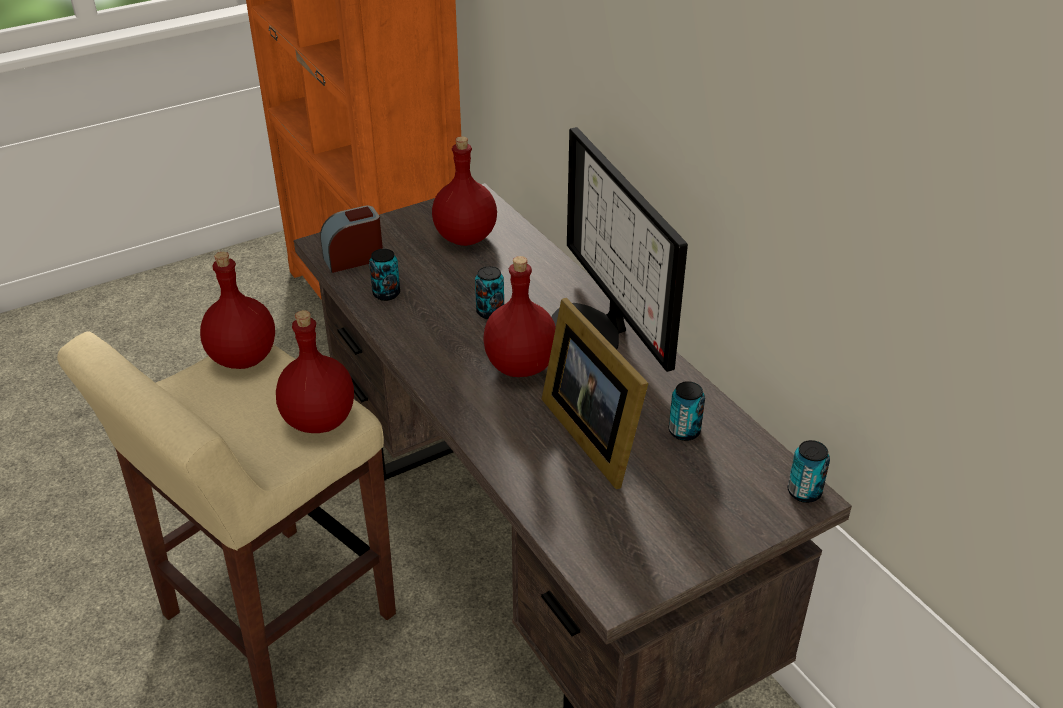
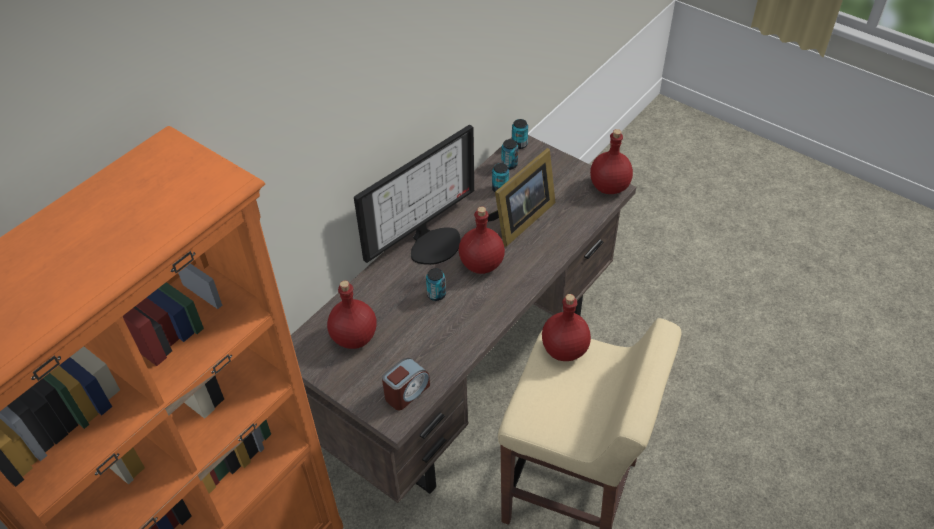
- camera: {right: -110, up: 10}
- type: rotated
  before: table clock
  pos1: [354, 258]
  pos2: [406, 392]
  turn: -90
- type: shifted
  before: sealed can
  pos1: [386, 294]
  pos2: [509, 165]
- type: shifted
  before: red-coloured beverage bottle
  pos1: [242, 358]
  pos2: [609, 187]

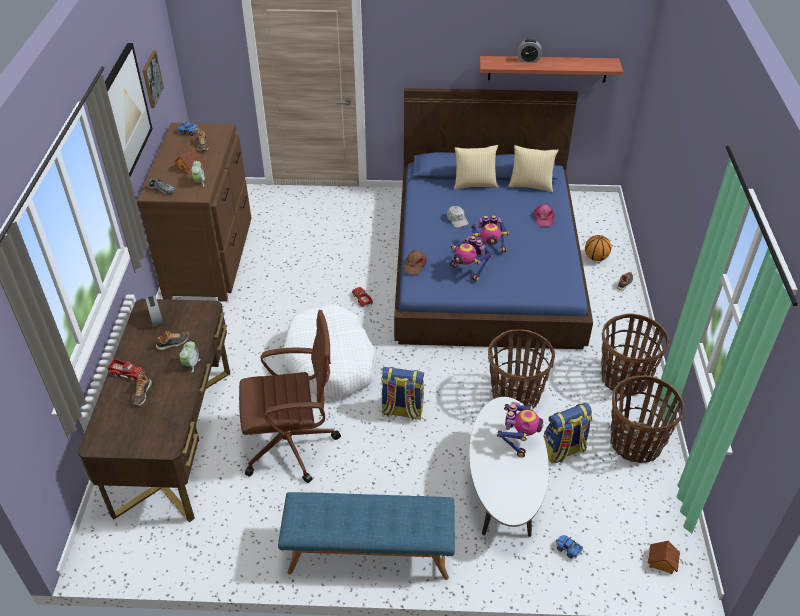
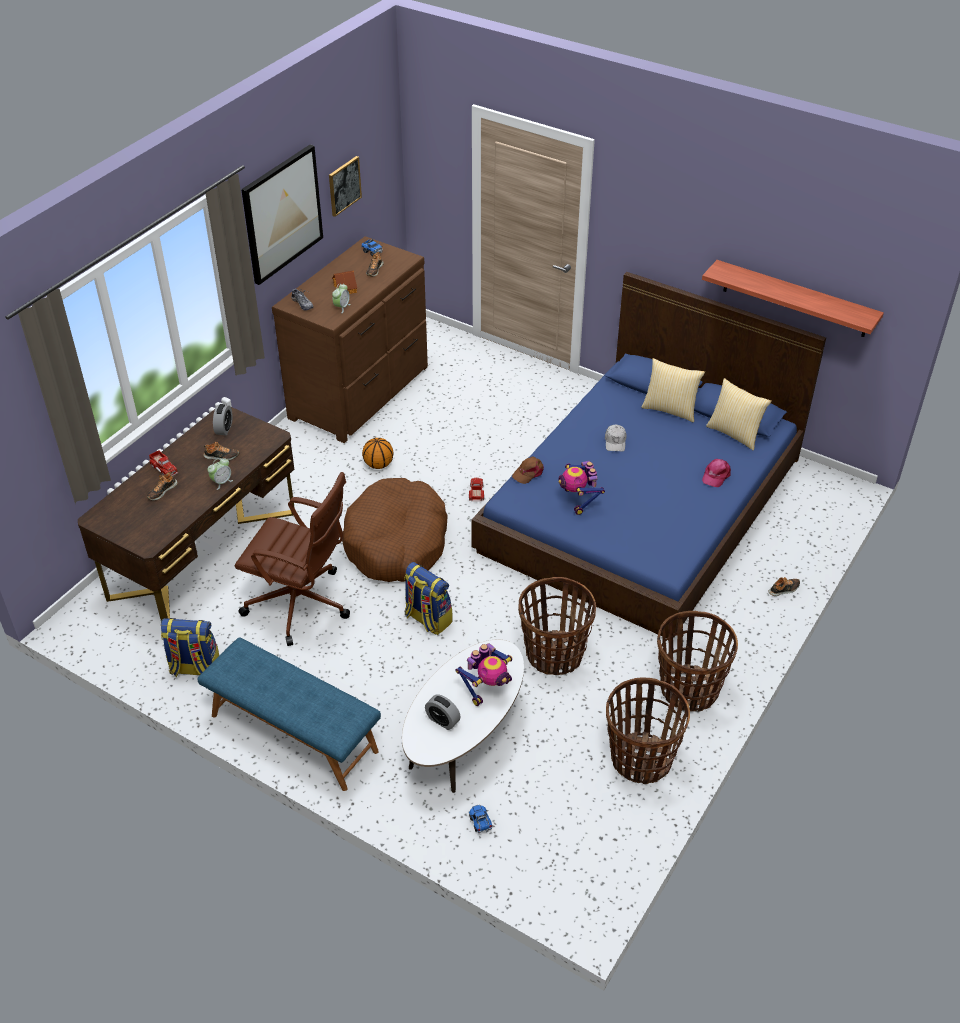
- camera: {right: 30, up: 0}
- type: shifted
  before: rucksack
  pos1: [563, 450]
  pos2: [194, 668]
- type: repainted
  before: white-coloured pet bed
  after: brownish pet bed
  pos1: [331, 362]
  pos2: [396, 543]
- type: shifted
  before: basketball
  pos1: [595, 257]
  pos2: [378, 464]
- type: shifted
  before: table clock
  pos1: [528, 60]
  pos2: [442, 720]
- type: gone
  before: toy robot
  pos1: [488, 249]
- type: gone
  before: miniature house
  pos1: [661, 562]

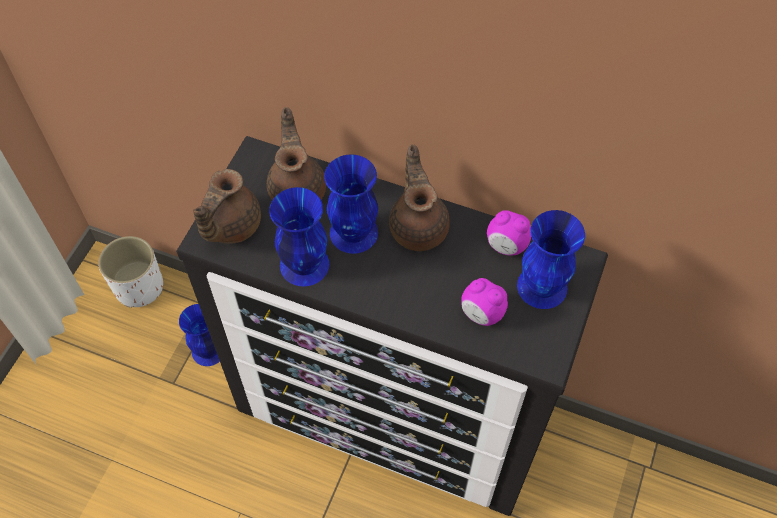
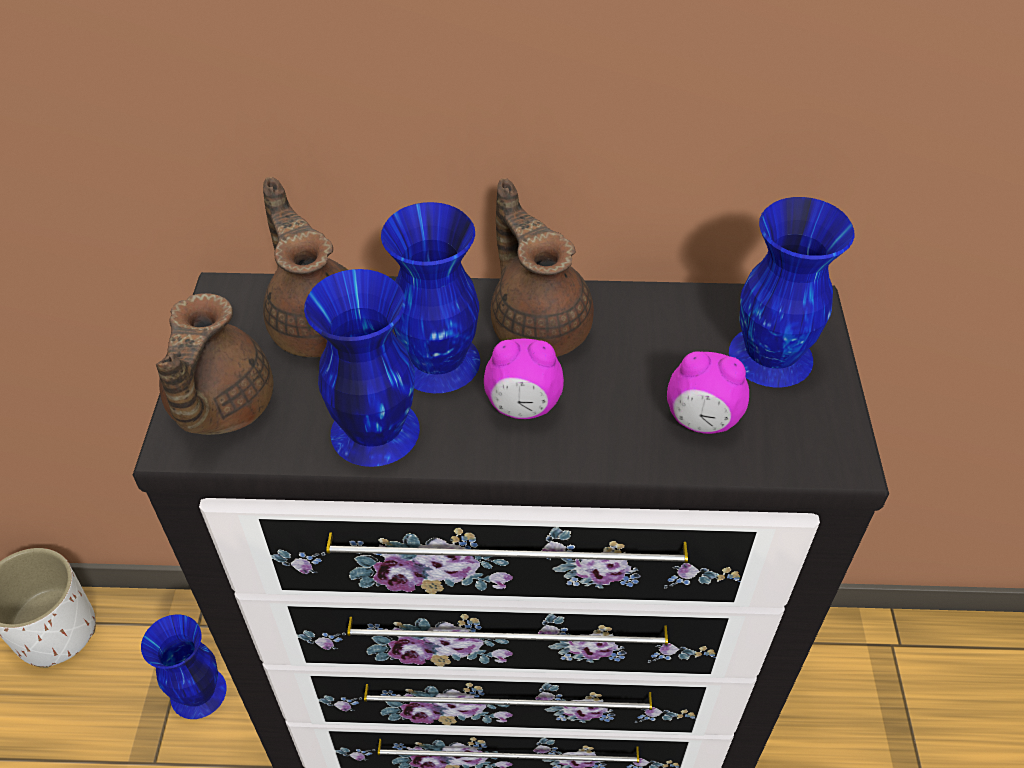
- camera: {right: -20, up: -10}
- type: shifted
  before: table clock
  pos1: [506, 246]
  pos2: [523, 407]

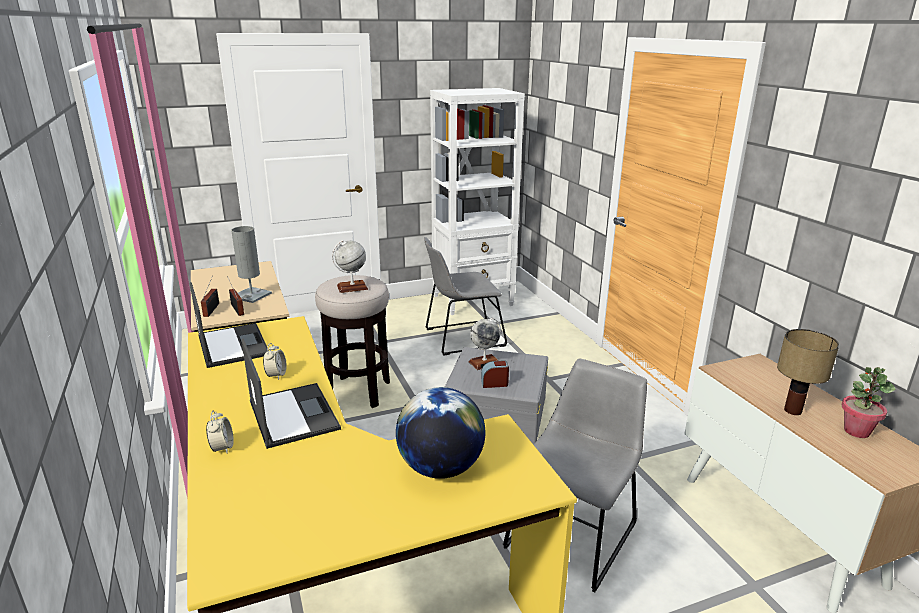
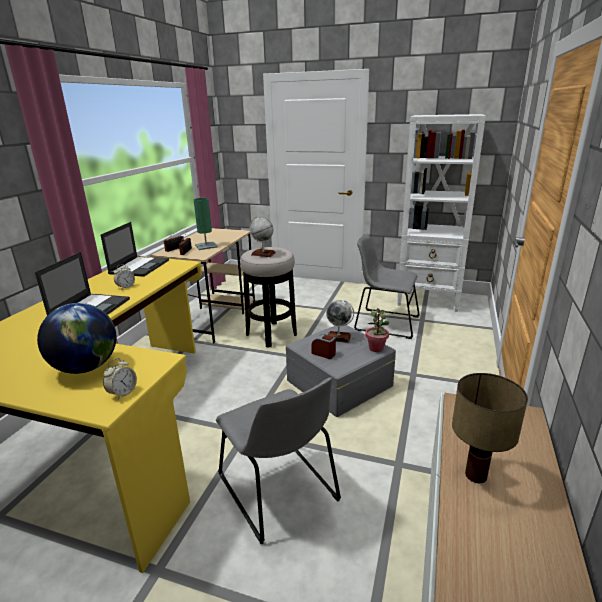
- camera: {right: 40, up: 0}
- type: shifted
  before: table clock
  pos1: [222, 448]
  pos2: [122, 393]
- type: repainted
  before: gray lamp for a table
  after: green-coloured lamp for a table
  pos1: [251, 295]
  pos2: [206, 246]
- type: rotated
  before: gray chair
  pos1: [574, 531]
  pos2: [280, 491]
  turn: 75
- type: shifted
  before: plant in a pot
  pos1: [856, 431]
  pos2: [376, 348]

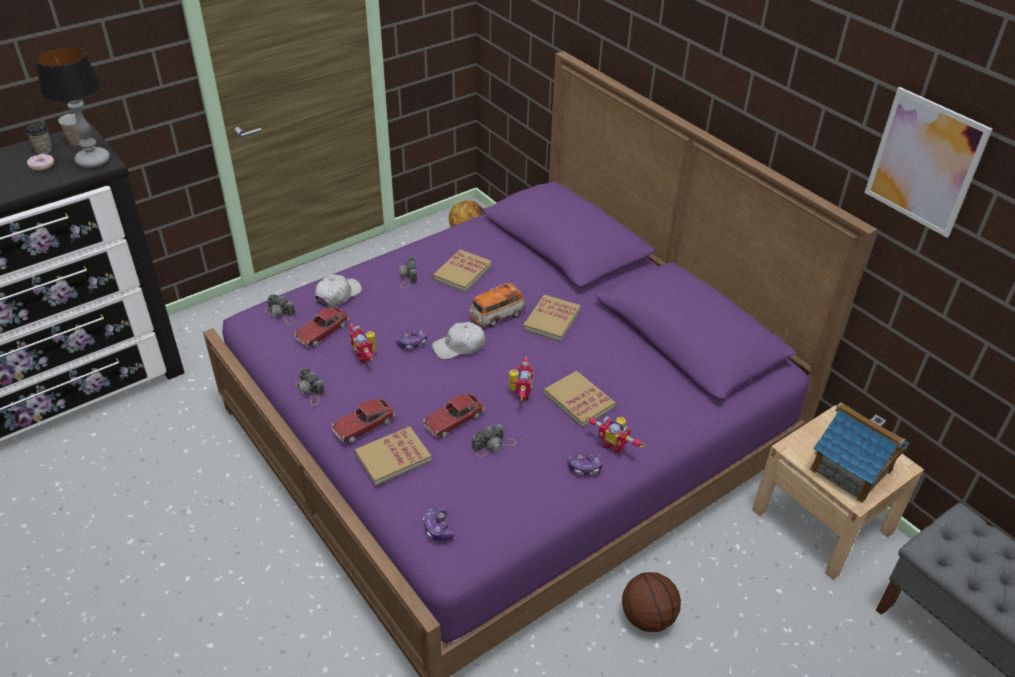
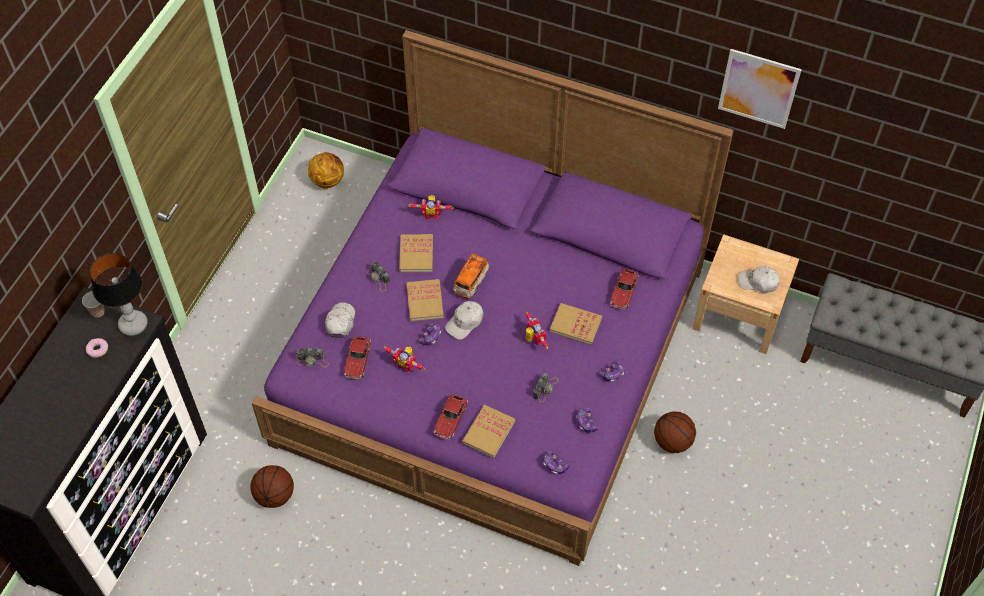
- camera: {right: -30, up: 15}
- type: new
  after: basketball
  pos2: [274, 495]
- type: shifted
  before: book
  pos1: [551, 320]
  pos2: [425, 301]
- type: shifted
  before: toy robot
  pos1: [614, 445]
  pos2: [431, 214]
- type: new
  after: gamepad
  pos2: [586, 423]
- type: shifted
  before: toy car
  pos1: [453, 420]
  pos2: [623, 292]
- type: swapped
  before: miniature house
  after: white-coloured cap
  pos1: [851, 470]
  pos2: [758, 282]
- type: gone
  before: drinking cup
  pos1: [43, 150]
- type: gone
  before: still camera
  pos1: [310, 391]

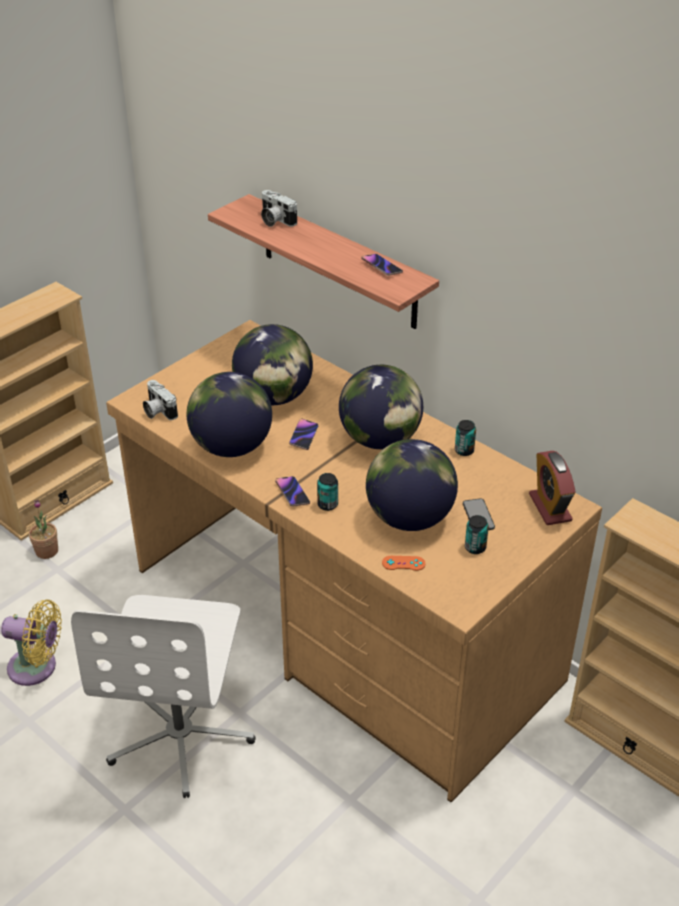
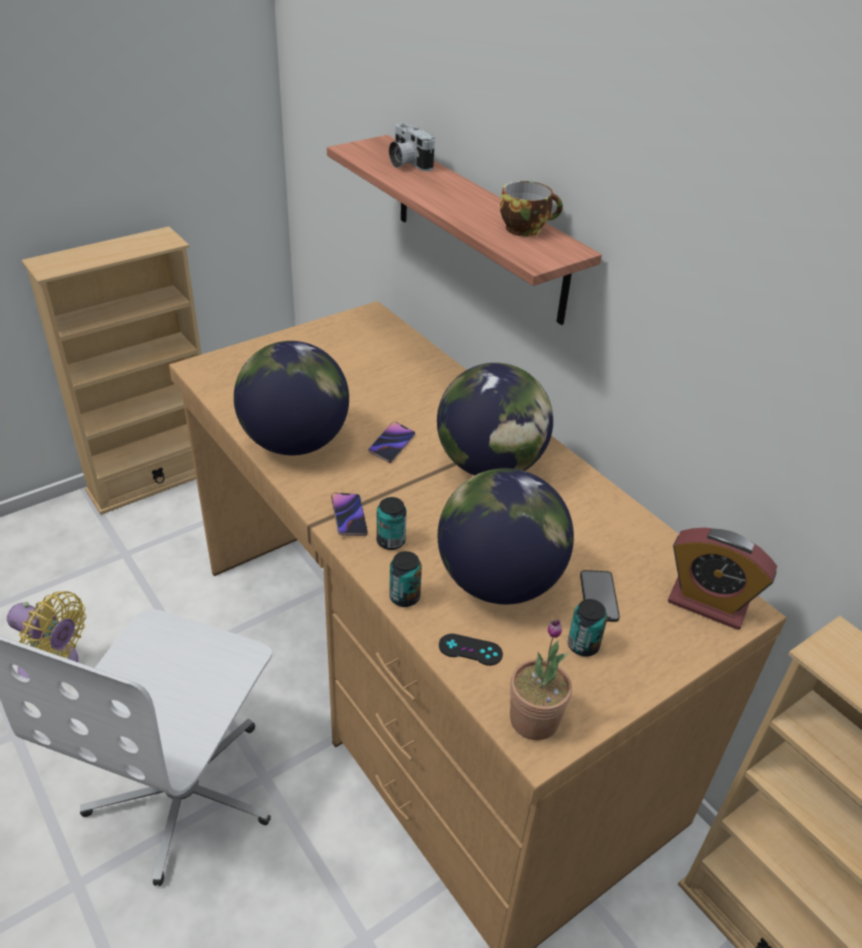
- camera: {right: 10, up: 0}
- type: shifted
  before: sealed can
  pos1: [464, 450]
  pos2: [404, 597]
- type: repainted
  before: orange-coloured gamepad
  after: black-coloured gamepad
  pos1: [403, 563]
  pos2: [470, 650]
- type: swapped
  before: handset
  after: drinking cup
  pos1: [381, 267]
  pos2: [525, 228]
- type: shifted
  before: plant in a pot
  pos1: [47, 551]
  pos2: [534, 719]
- type: rotated
  before: table clock
  pos1: [550, 507]
  pos2: [707, 603]
  turn: -60
- type: gone
  before: still camera
  pos1: [158, 411]
- type: gone
  before: desk globe
  pos1: [274, 397]

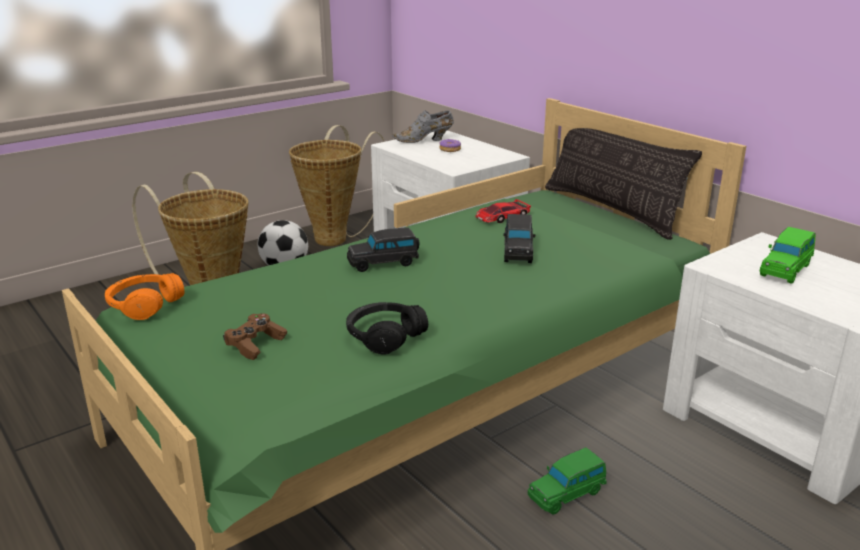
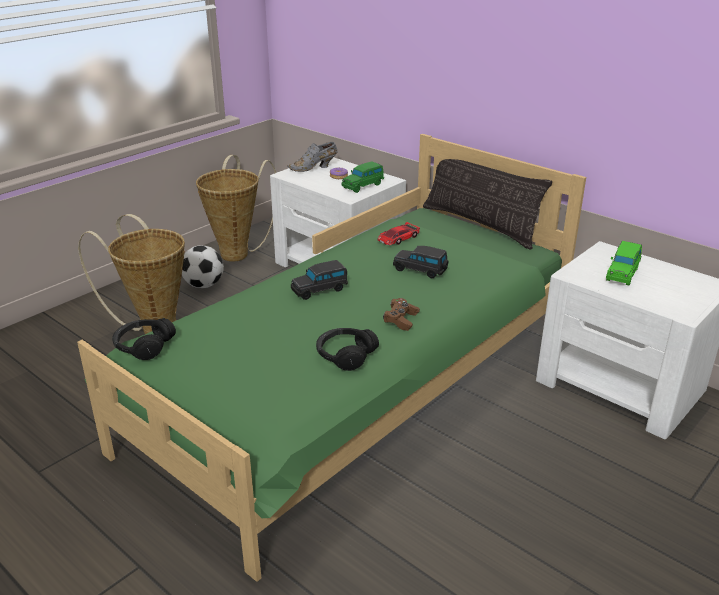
- camera: {right: -10, up: 5}
- type: repainted
  before: orange-coloured headphones
  after: black-coloured headphones
  pos1: [144, 305]
  pos2: [144, 346]
- type: shifted
  before: green-coloured toy car
  pos1: [567, 494]
  pos2: [363, 186]
- type: shifted
  before: brownish gamepad
  pos1: [255, 345]
  pos2: [401, 320]
- type: rotated
  before: black-coloured toy car
  pos1: [518, 252]
  pos2: [420, 270]
  turn: 120

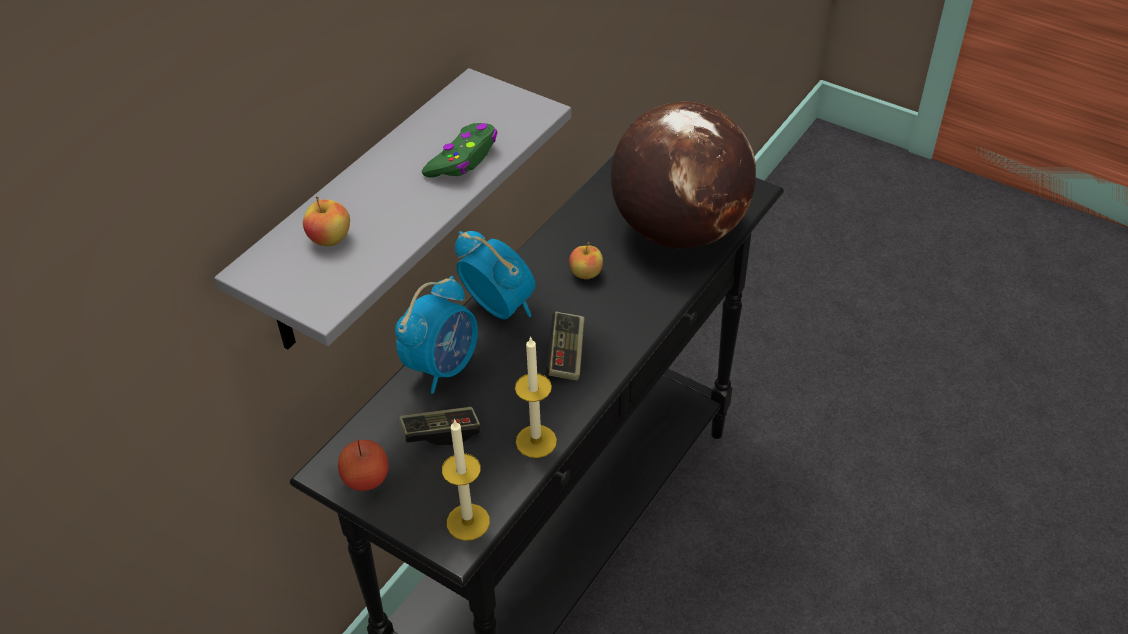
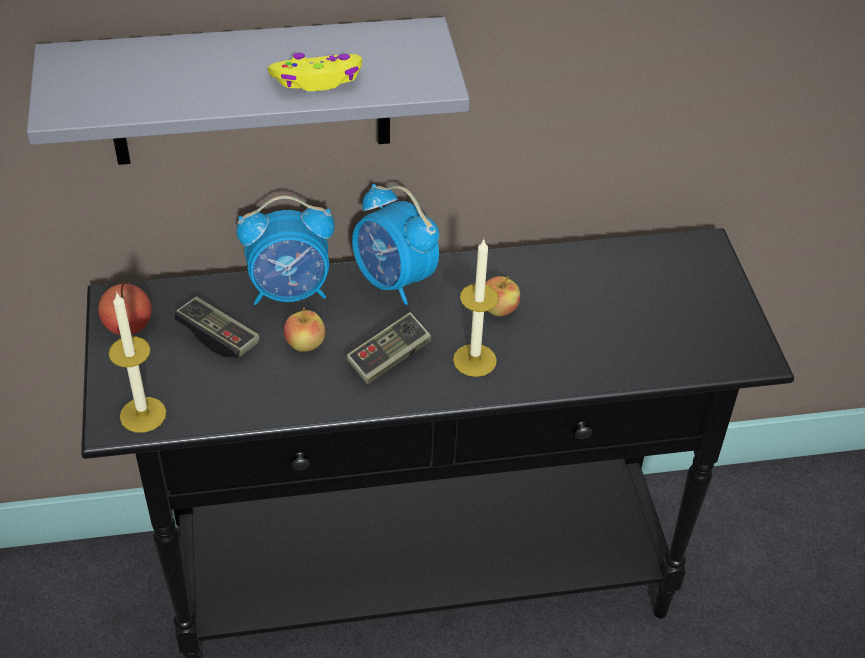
- camera: {right: 45, up: 0}
- type: repainted
  before: green-coloured gamepad
  after: yellowish gamepad
  pos1: [463, 159]
  pos2: [318, 80]
- type: shifted
  before: whole apple
  pos1: [330, 239]
  pos2: [305, 344]
- type: rotated
  before: table clock
  pos1: [499, 307]
  pos2: [394, 281]
  turn: 135
- type: shifted
  before: wax candle
  pos1: [536, 441]
  pos2: [474, 360]
- type: gone
  before: desk globe
  pos1: [678, 230]

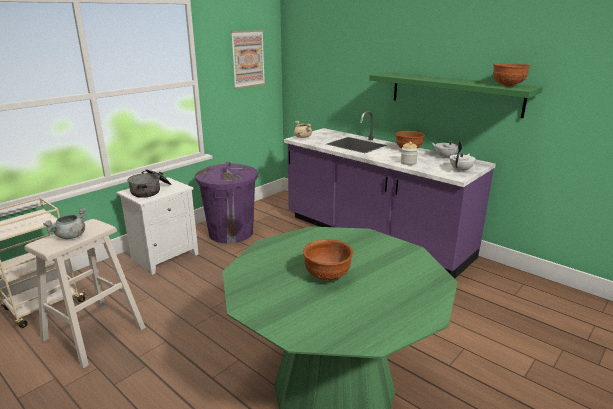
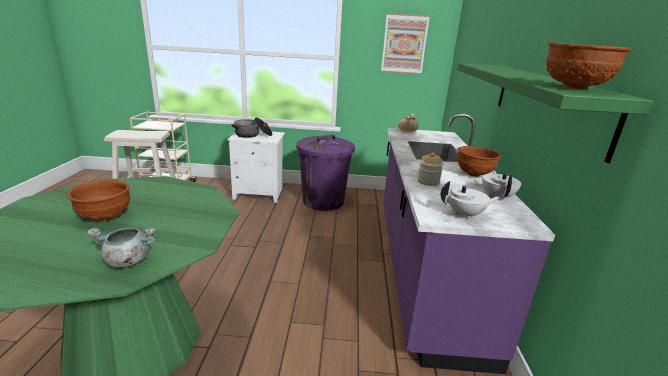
- camera: {right: 50, up: 0}
- type: shifted
  before: gray stockpot
  pos1: [70, 236]
  pos2: [127, 261]

